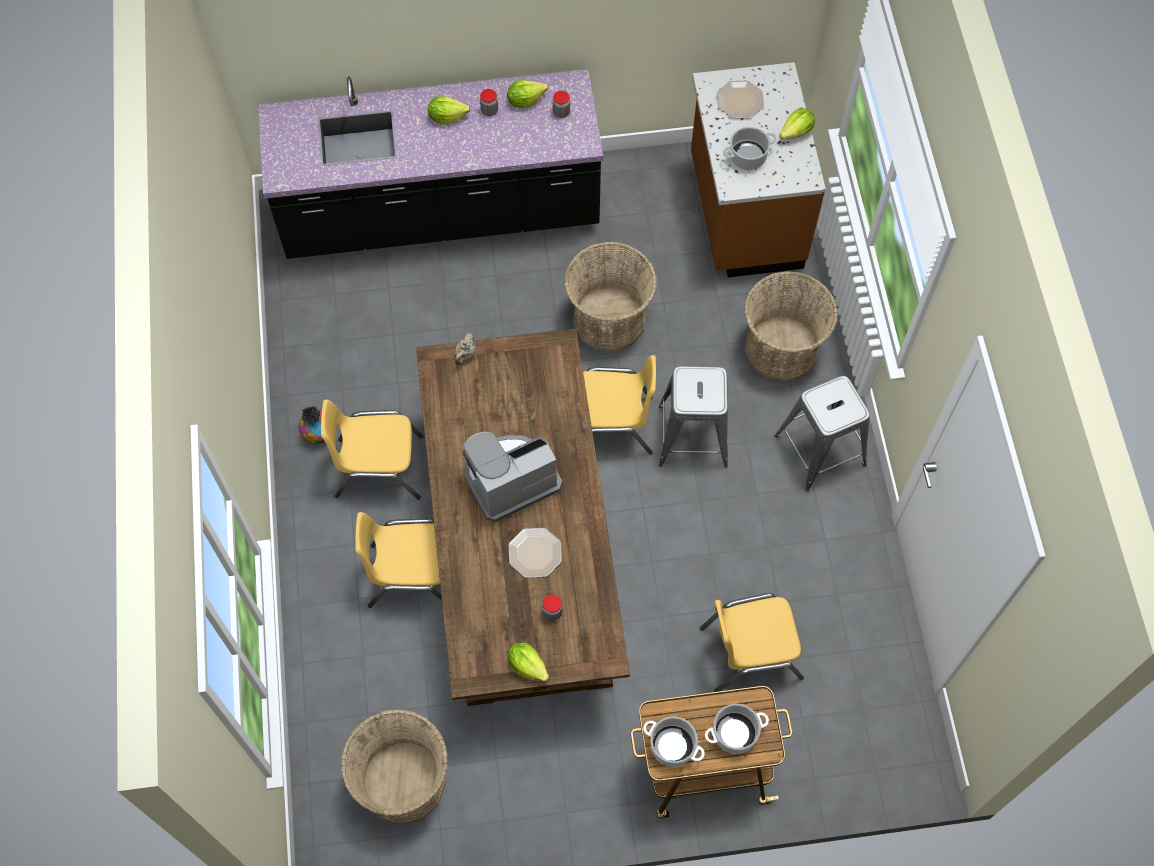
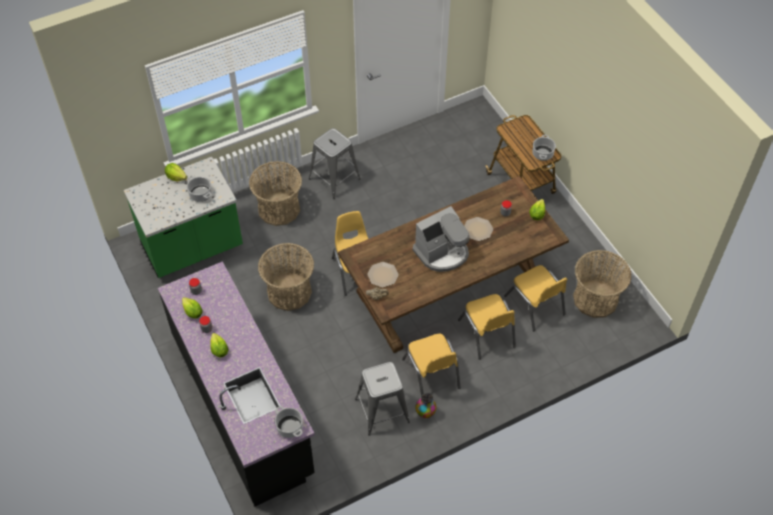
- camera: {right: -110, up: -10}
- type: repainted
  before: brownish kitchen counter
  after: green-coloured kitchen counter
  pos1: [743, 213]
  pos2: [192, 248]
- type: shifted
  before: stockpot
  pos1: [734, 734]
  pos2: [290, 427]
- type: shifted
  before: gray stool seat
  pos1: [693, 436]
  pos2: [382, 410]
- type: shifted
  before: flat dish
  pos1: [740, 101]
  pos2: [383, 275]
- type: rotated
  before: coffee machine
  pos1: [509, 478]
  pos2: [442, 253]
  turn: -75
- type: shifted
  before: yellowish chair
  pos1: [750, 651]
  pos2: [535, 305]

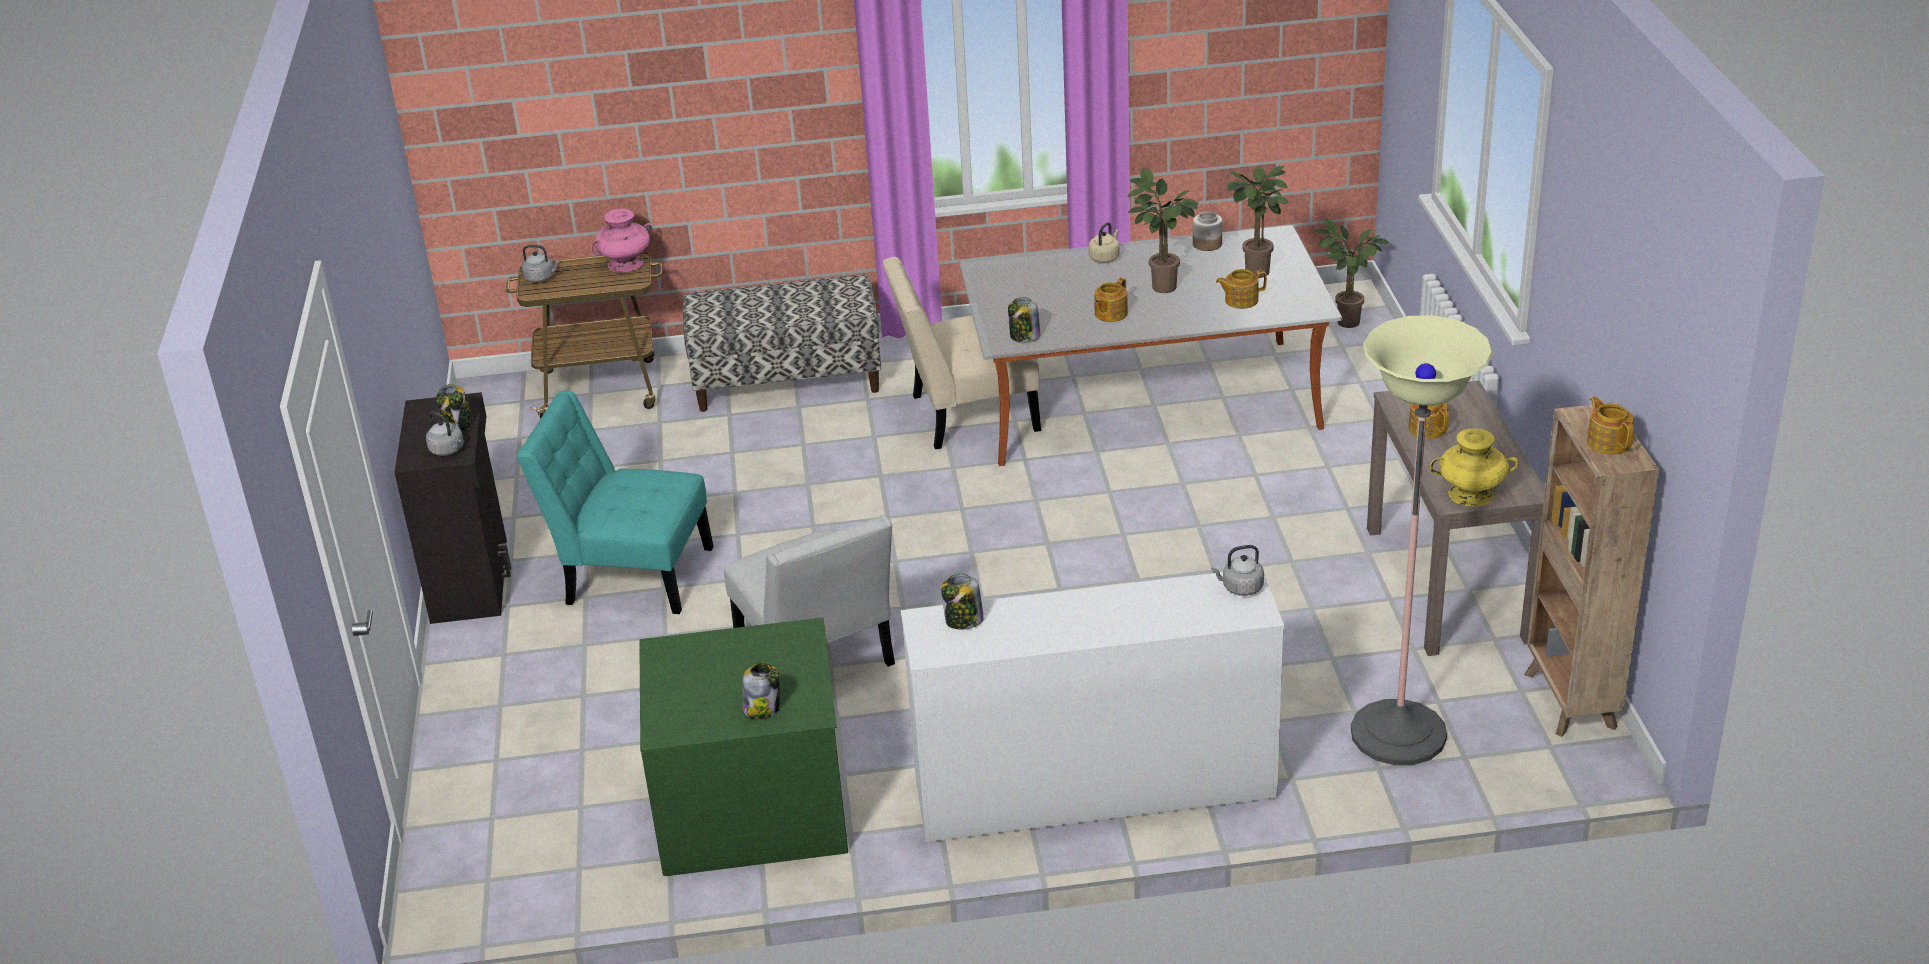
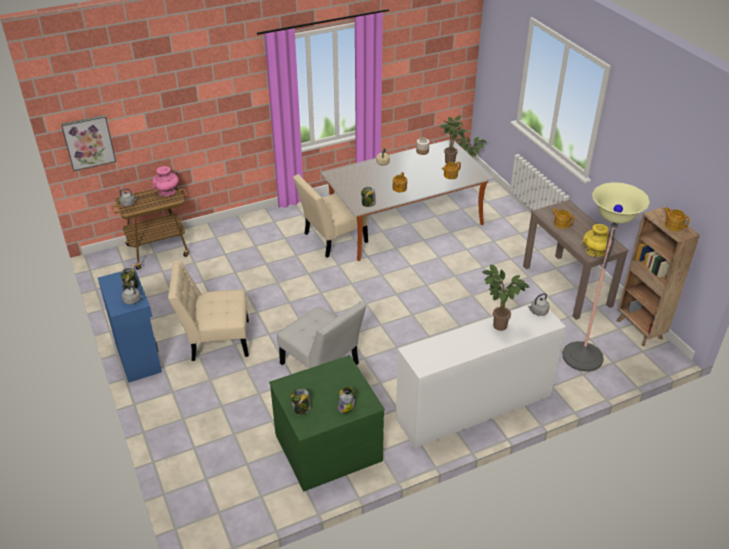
- camera: {right: -20, up: 5}
- type: new
  after: wall picture
  pos2: [88, 142]
- type: repainted
  before: black-coloured storage cabinet
  after: bluish storage cabinet
  pos1: [471, 580]
  pos2: [139, 356]
- type: repainted
  before: turquoise-coloured chair
  after: beige-coloured chair
  pos1: [631, 574]
  pos2: [216, 340]
- type: shifted
  before: preserve jar
  pos1: [963, 621]
  pos2: [301, 409]
- type: shifted
  before: plant in a pot
  pos1: [1159, 287]
  pos2: [497, 326]
- type: gone
  before: indoor bench
  pos1: [787, 381]

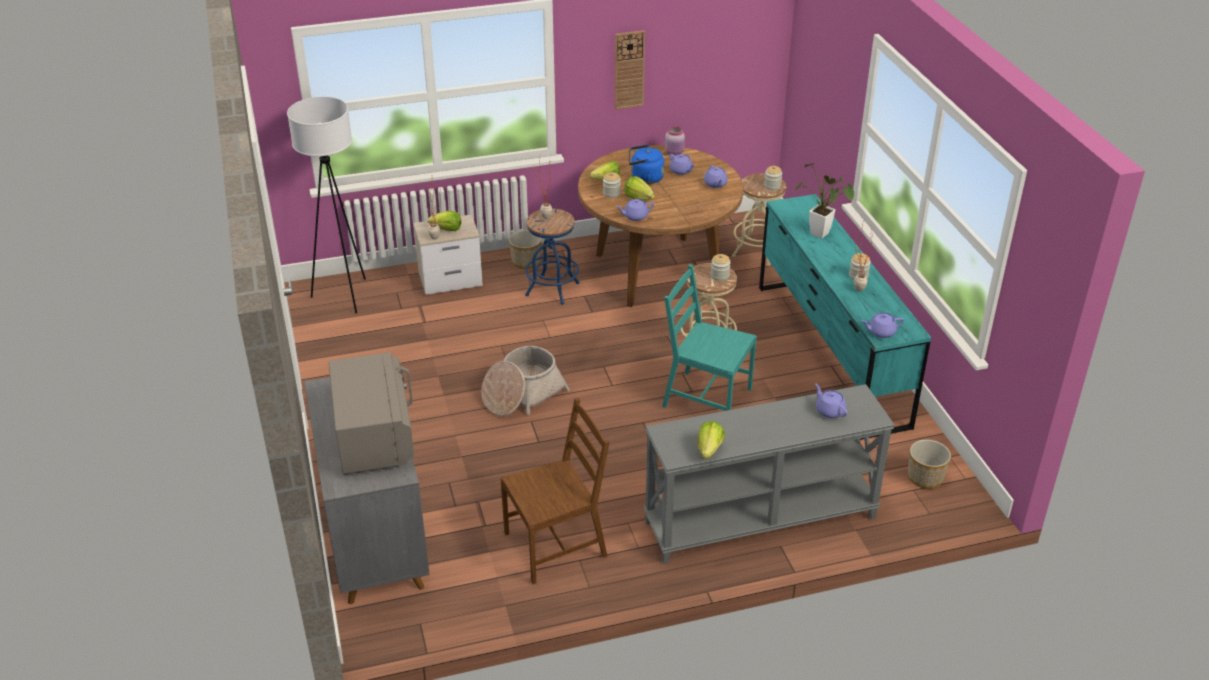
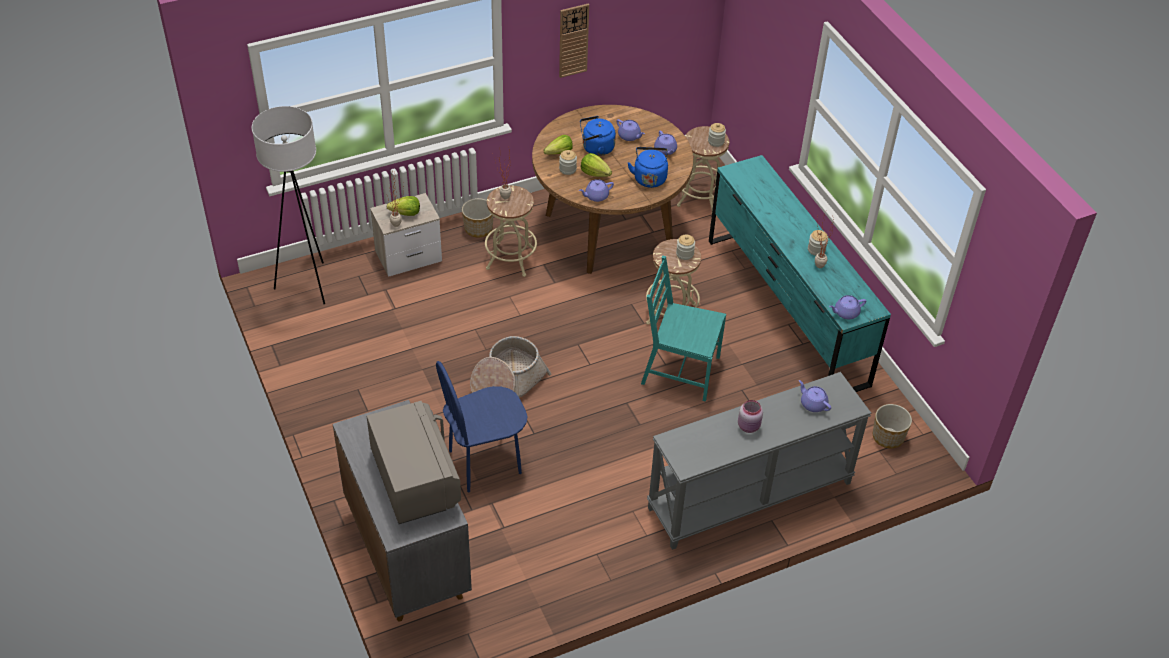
- camera: {right: -10, up: 10}
- type: new
  after: bluish chair
  pos2: [485, 462]
- type: repainted
  before: bluish stool seat
  after: beige-coloured stool seat
  pos1: [552, 289]
  pos2: [511, 259]
- type: new
  after: bluish kettle
  pos2: [649, 177]
- type: shifted
  before: pink preserve jar
  pos1: [674, 153]
  pos2: [749, 426]
- type: gone
  before: brownish chair
  pos1: [556, 545]
- type: gone
  before: lettuce
  pos1: [709, 450]
- type: gone
  before: plant in a pot
  pos1: [823, 235]

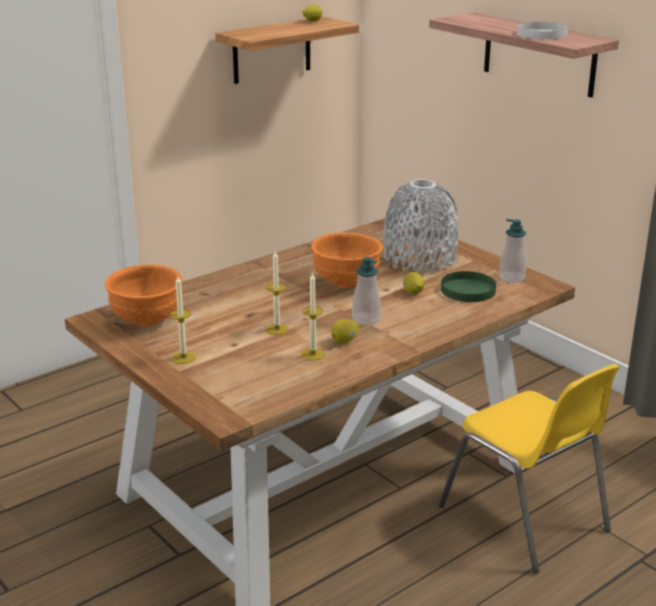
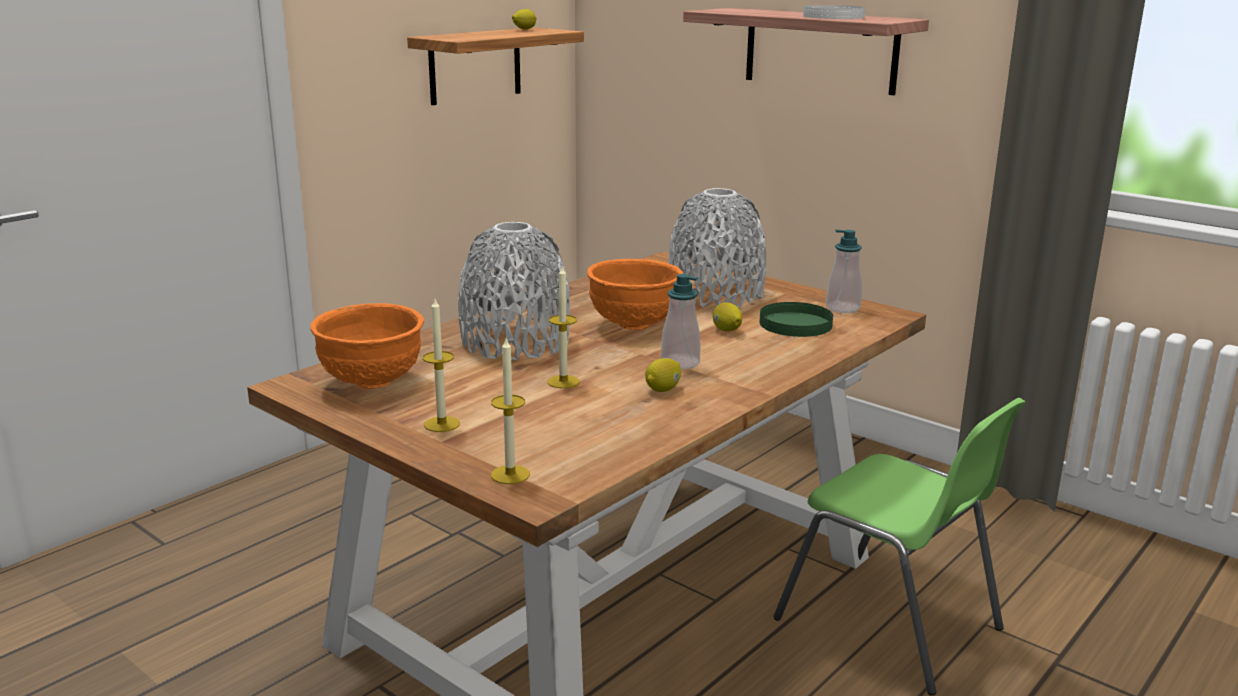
- camera: {right: -10, up: -5}
- type: new
  after: gray flower vase
  pos2: [515, 342]
- type: shifted
  before: wax candle
  pos1: [313, 354]
  pos2: [510, 474]
- type: repainted
  before: yellowish chair
  after: green-coloured chair
  pos1: [525, 519]
  pos2: [891, 625]

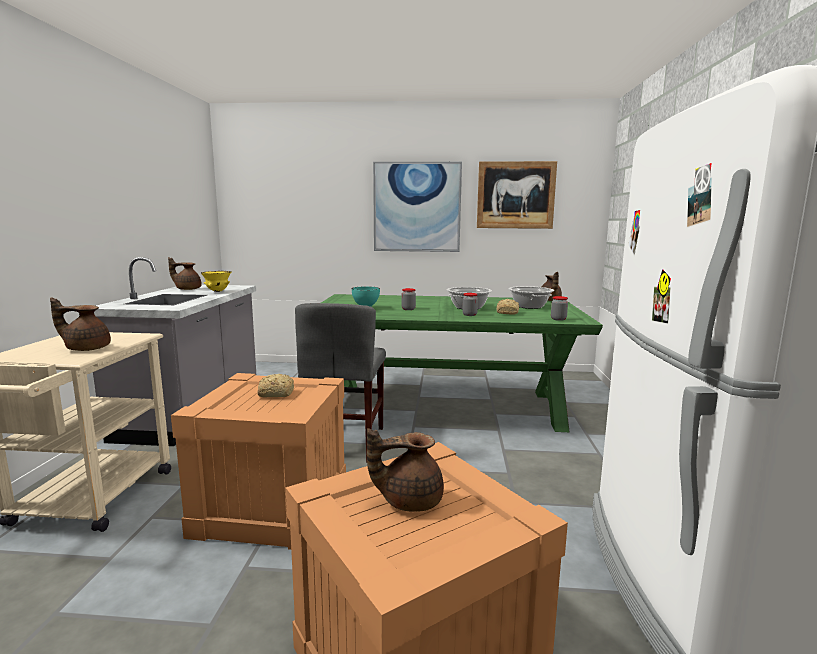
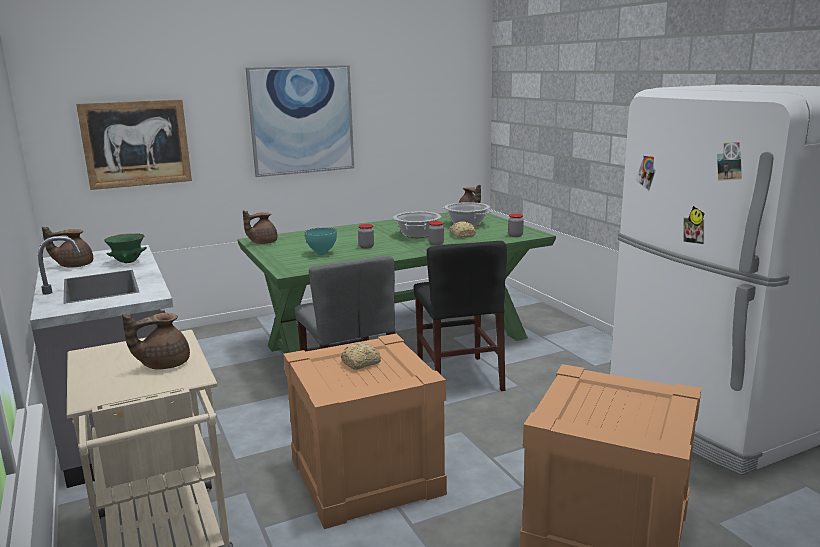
- camera: {right: -30, up: 5}
- type: shifted
  before: wall picture
  pos1: [515, 195]
  pos2: [136, 143]
- type: repainted
  before: yellowish serving bowl
  after: green-coloured serving bowl
  pos1: [218, 291]
  pos2: [128, 262]
- type: shifted
  before: brownish teapot
  pos1: [408, 500]
  pos2: [262, 243]
- type: new
  after: black-coloured chair
  pos2: [459, 377]

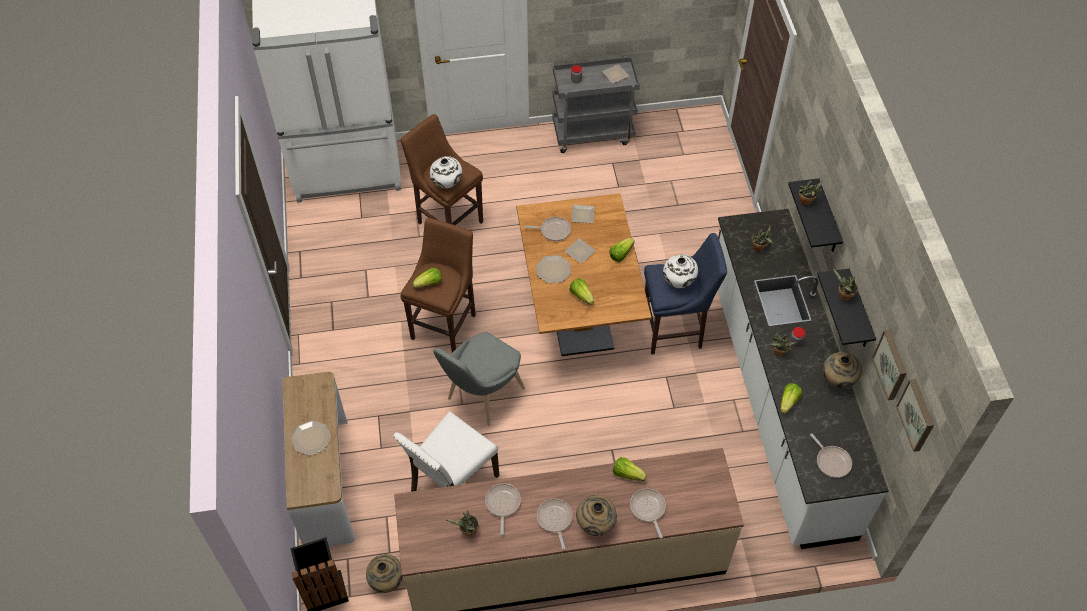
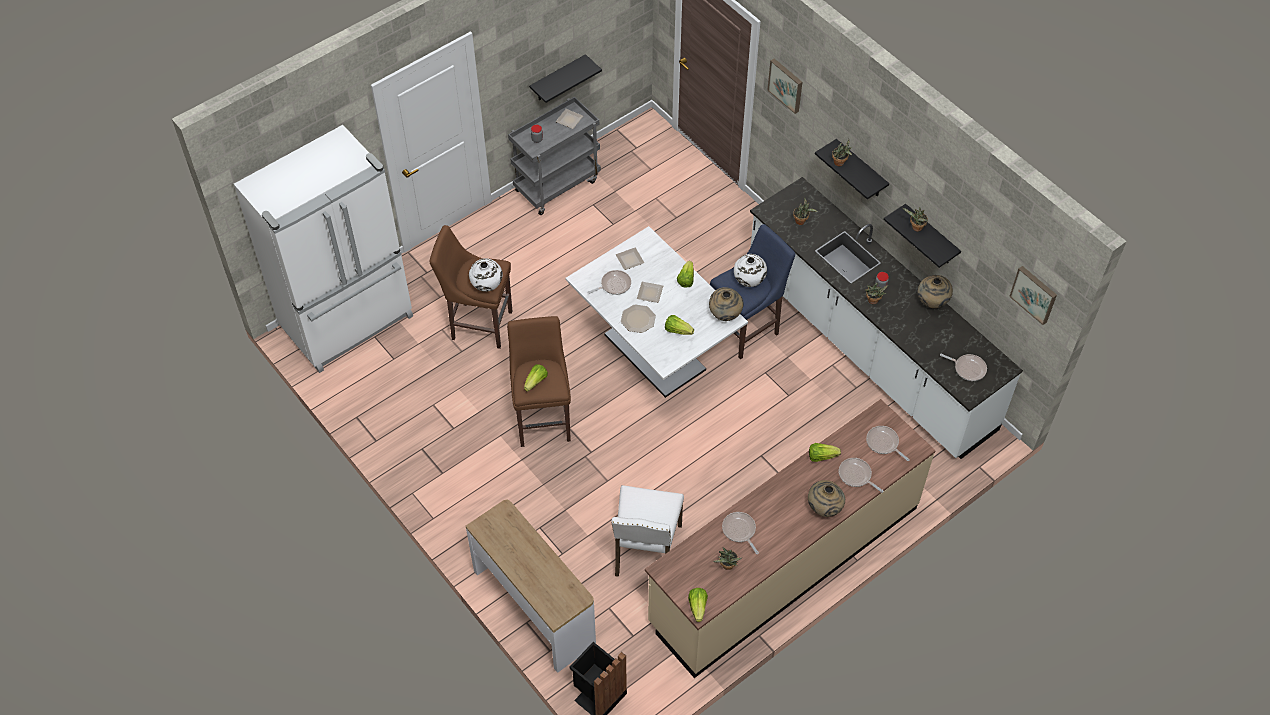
- camera: {right: -30, up: 0}
- type: new
  after: black-coloured wall shelf
  pos2: [558, 79]
- type: repainted
  before: brownish dinner table
  after: white-coloured dinner table
  pos1: [579, 312]
  pos2: [654, 352]
- type: shifted
  before: lettuce
  pos1: [788, 402]
  pos2: [698, 607]
- type: shifted
  before: beige-coloured flower vase
  pos1: [387, 581]
  pos2: [725, 315]
- type: shifted
  before: wall picture
  pos1: [892, 364]
  pos2: [786, 85]
- type: shifted
  before: pan
  pos1: [555, 519]
  pos2: [883, 443]
- type: gone
  before: flat dish
  pos1: [311, 438]
- type: gone
  before: gray chair
  pos1: [481, 396]

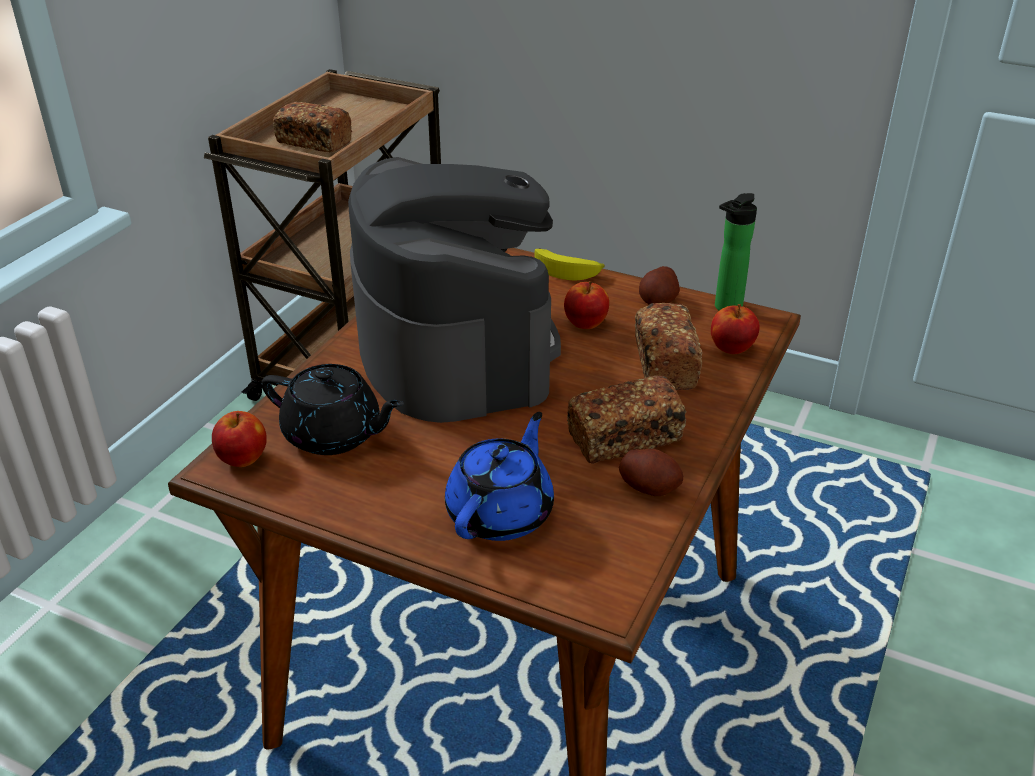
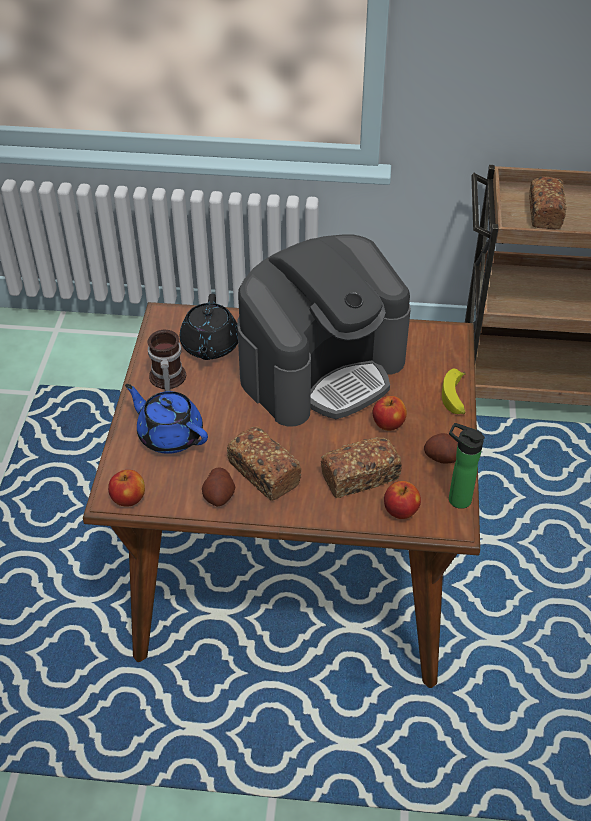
- camera: {right: 70, up: 10}
- type: shifted
  before: whole apple
  pos1: [243, 458]
  pos2: [128, 499]
- type: rotated
  before: bluish teapot
  pos1: [501, 513]
  pos2: [169, 435]
  turn: -150
- type: new
  after: mug
  pos2: [166, 379]

